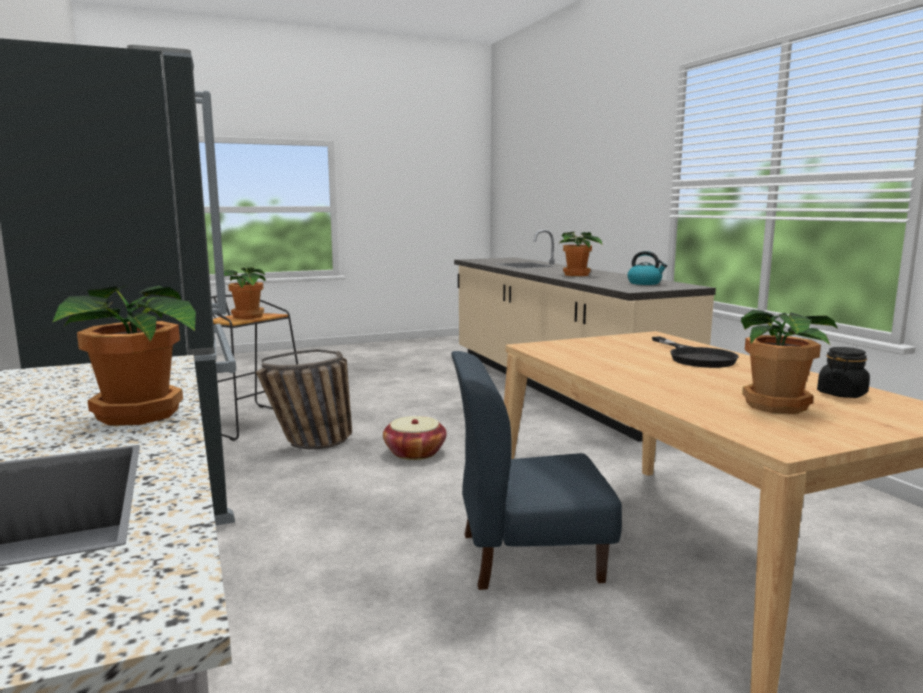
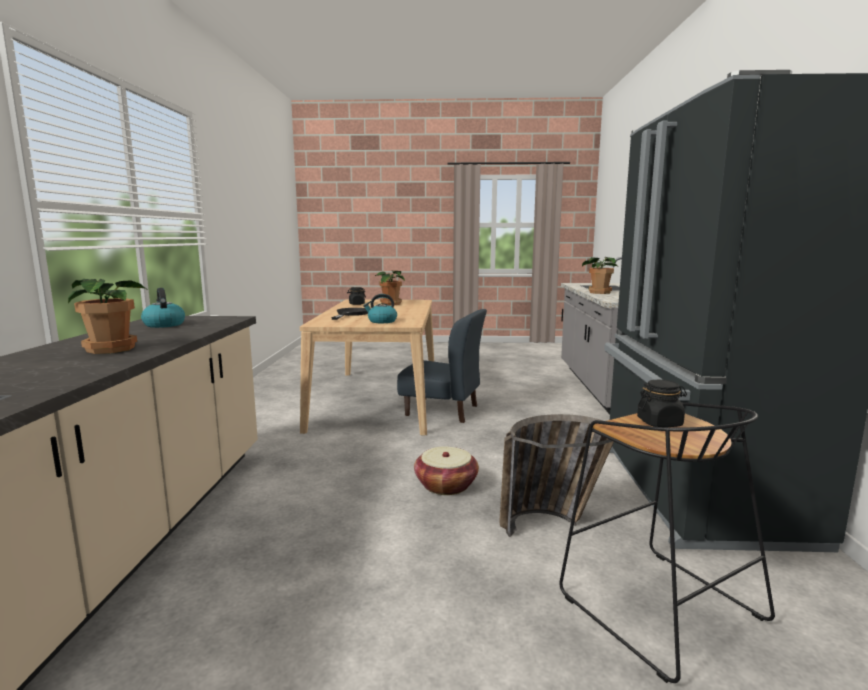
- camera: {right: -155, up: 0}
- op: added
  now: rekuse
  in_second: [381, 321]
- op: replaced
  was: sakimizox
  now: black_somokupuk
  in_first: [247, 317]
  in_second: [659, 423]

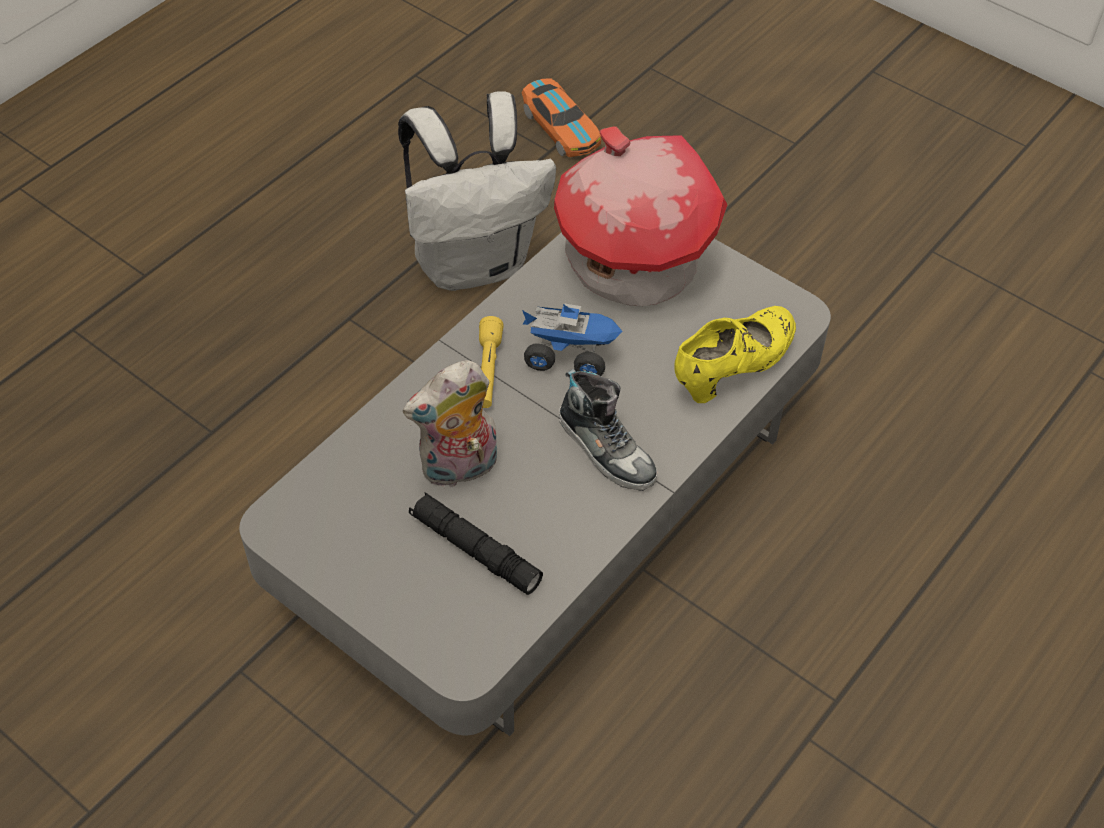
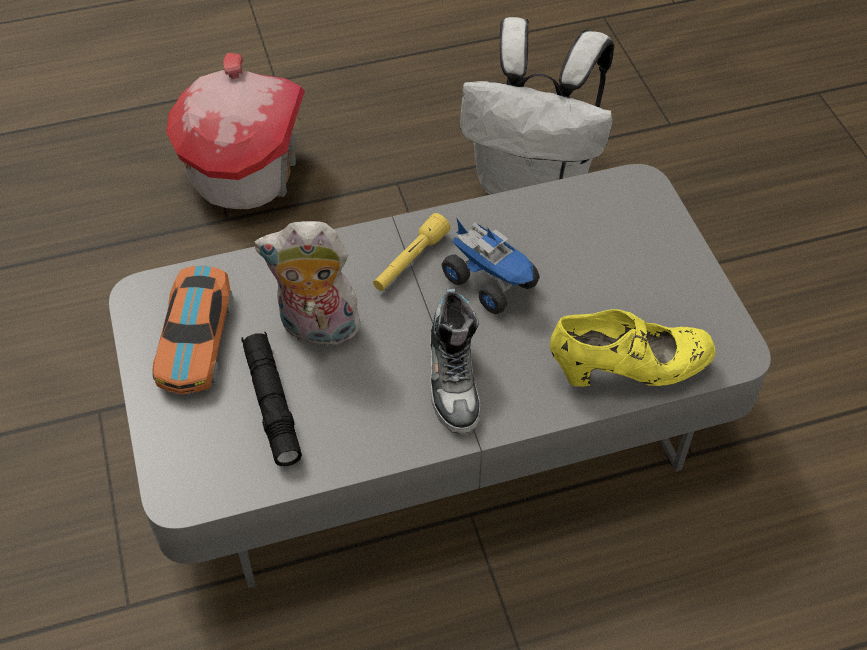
- camera: {right: 35, up: 0}
- op: moved
  was: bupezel
  in_first: [561, 127]
  in_second: [195, 339]
- op: moved
  was: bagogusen
  in_first: [632, 262]
  in_second: [245, 173]

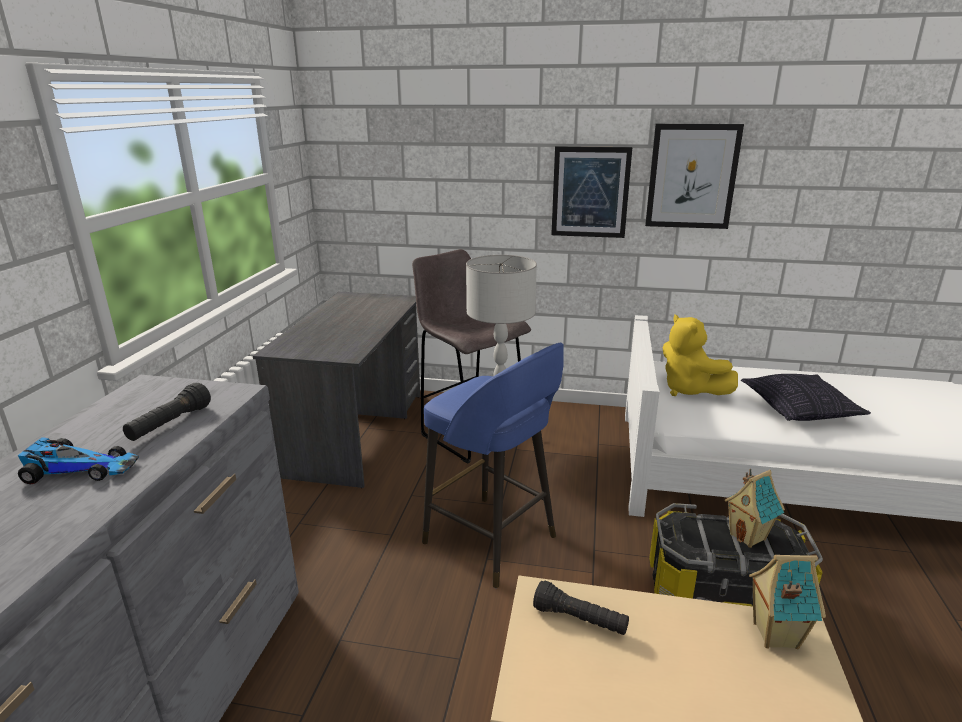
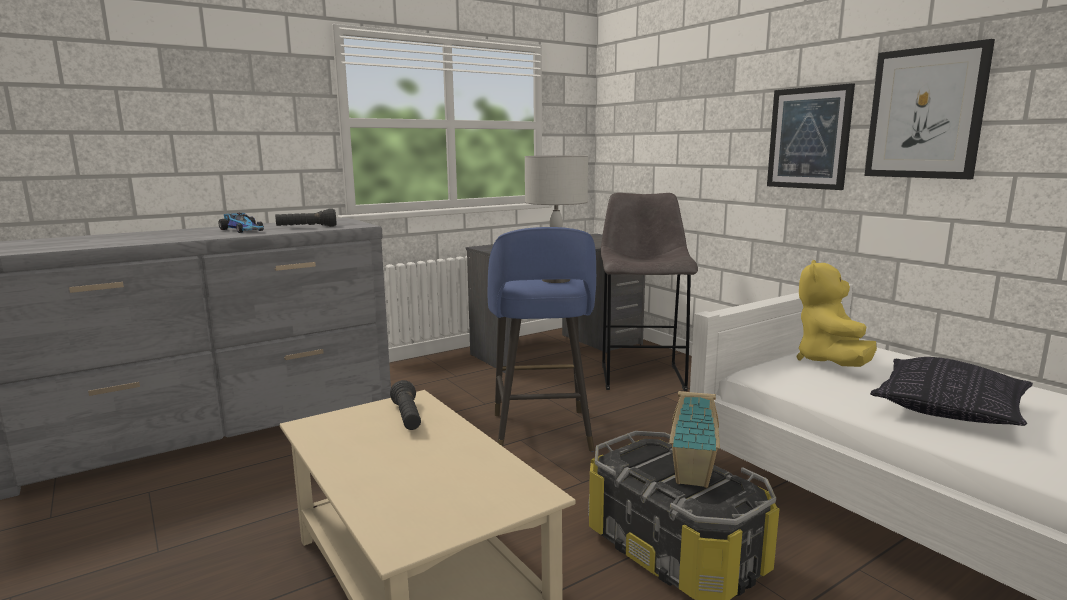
- camera: {right: 45, up: -10}
- op: removed
  was: bagogusen
  in_first: [774, 635]

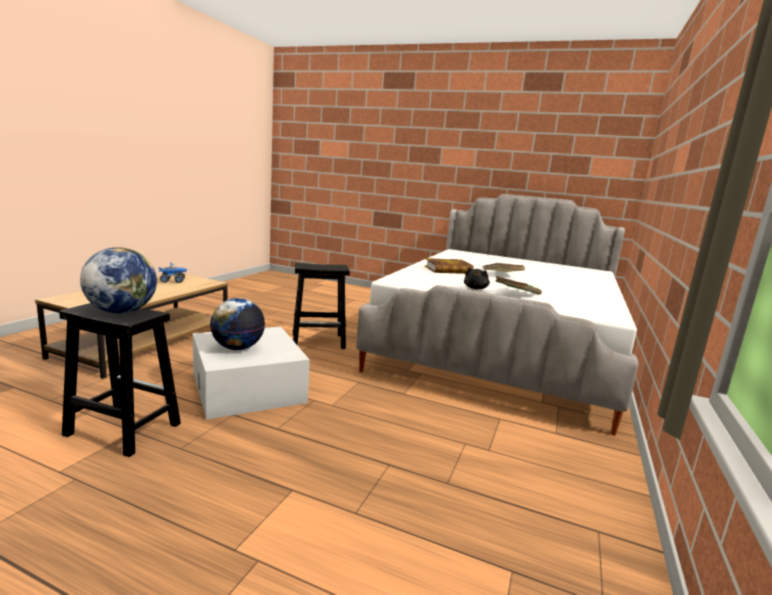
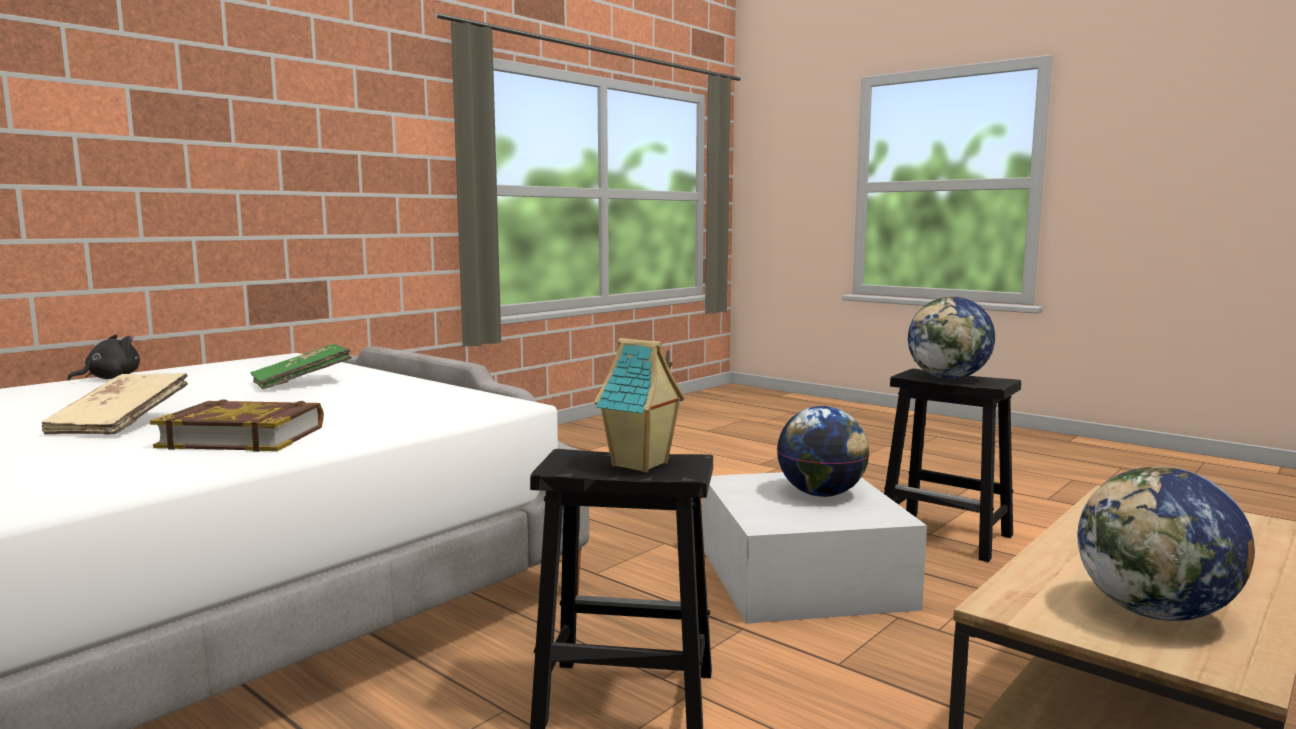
- camera: {right: -160, up: -5}
- op: added
  now: bagogusen
  in_second: [641, 465]
- op: moved
  was: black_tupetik
  in_first: [475, 288]
  in_second: [110, 378]
- op: replaced
  was: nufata
  now: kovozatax
  in_first: [173, 281]
  in_second: [1155, 613]

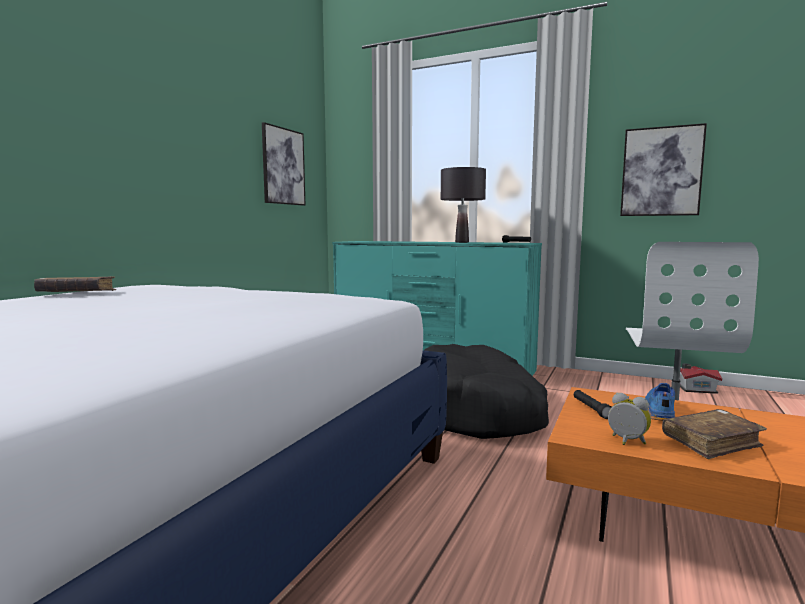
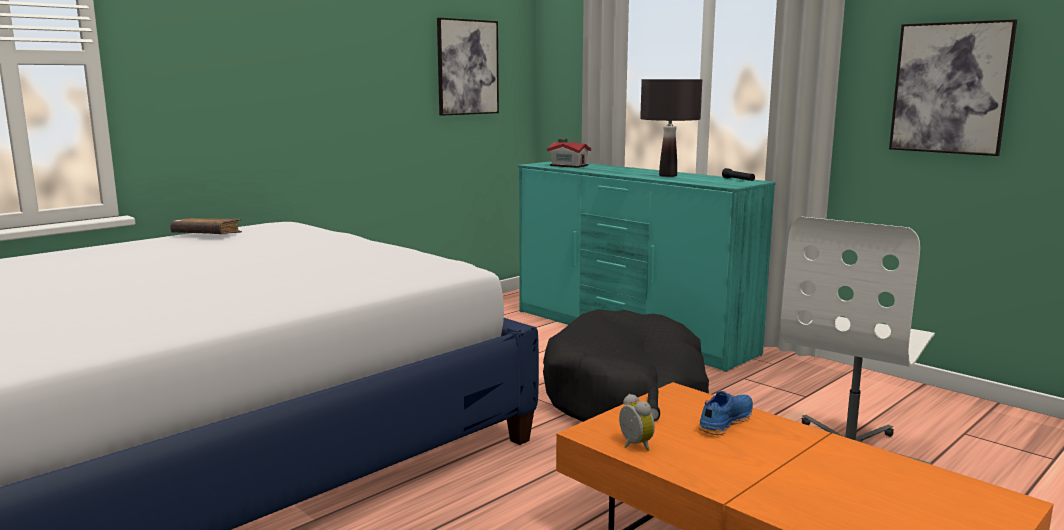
- camera: {right: 20, up: 5}
- op: removed
  was: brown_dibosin
  in_first: [711, 442]
- op: moved
  was: bagogusen
  in_first: [695, 389]
  in_second: [568, 165]

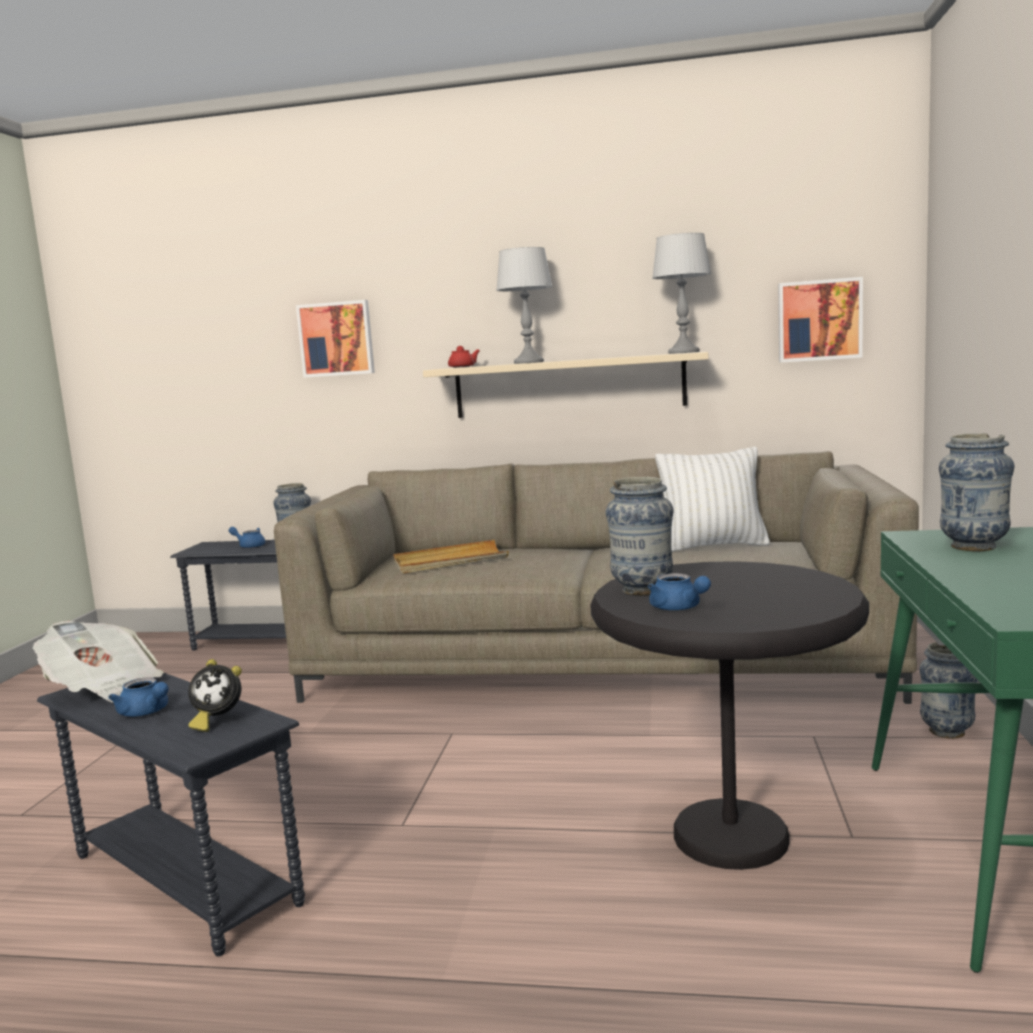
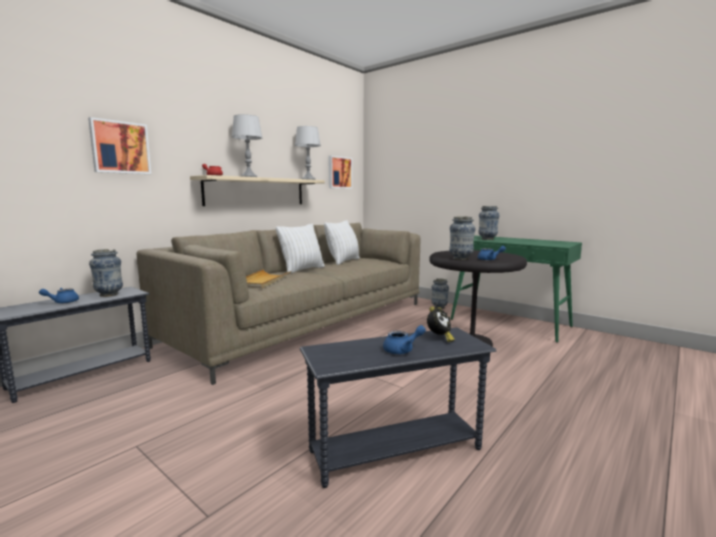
- camera: {right: -60, up: 0}
- op: removed
  was: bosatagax
  in_first: [104, 689]
- op: added
  now: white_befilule
  in_second: [302, 270]

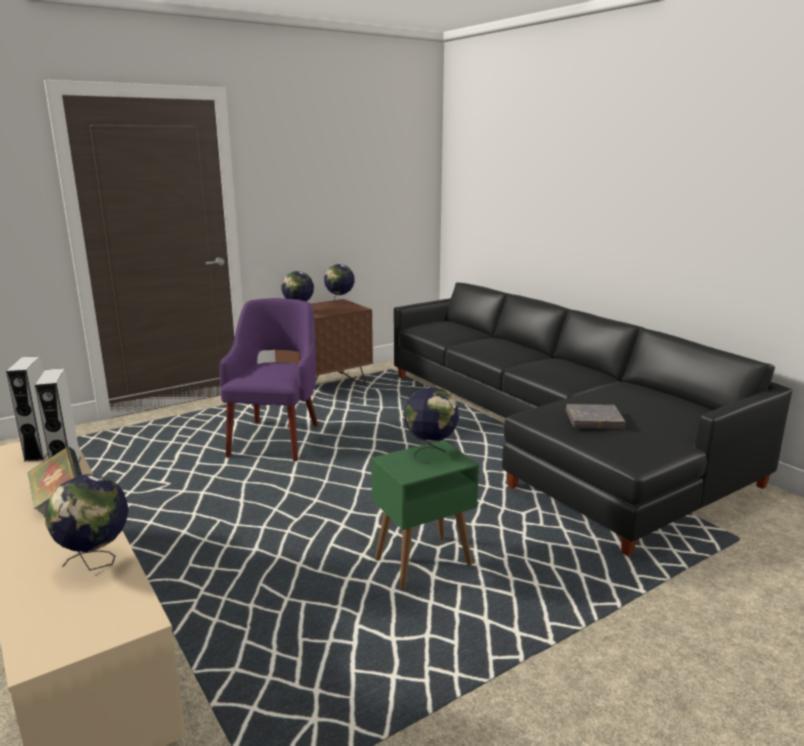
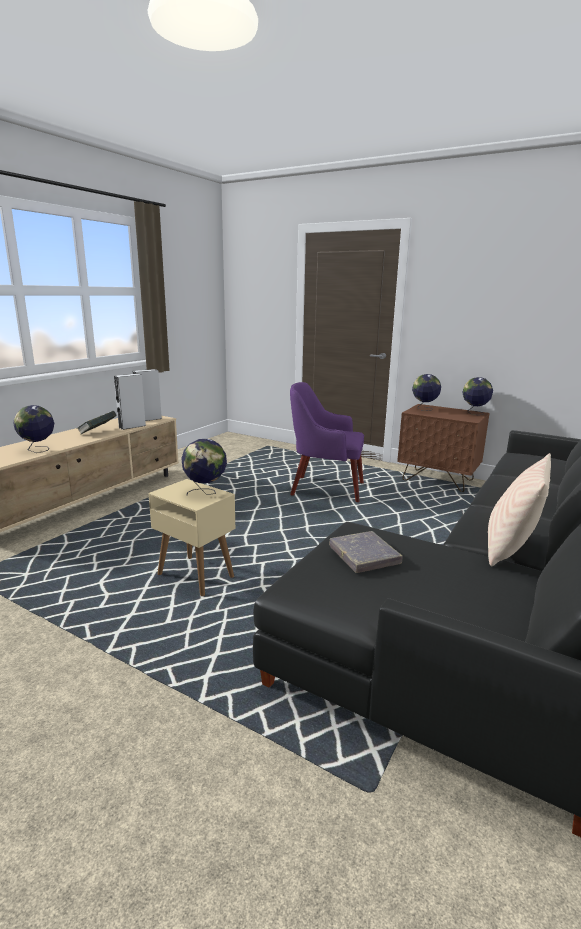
- camera: {right: 65, up: 0}
- op: added
  now: beige_befilule
  in_second: [510, 549]
- op: recoloured
  was: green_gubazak
  now: beige_gubazak
  in_first: [422, 562]
  in_second: [195, 575]
- op: turned
  was: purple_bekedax
  in_first: [276, 439]
  in_second: [325, 489]
  clockwise: -150

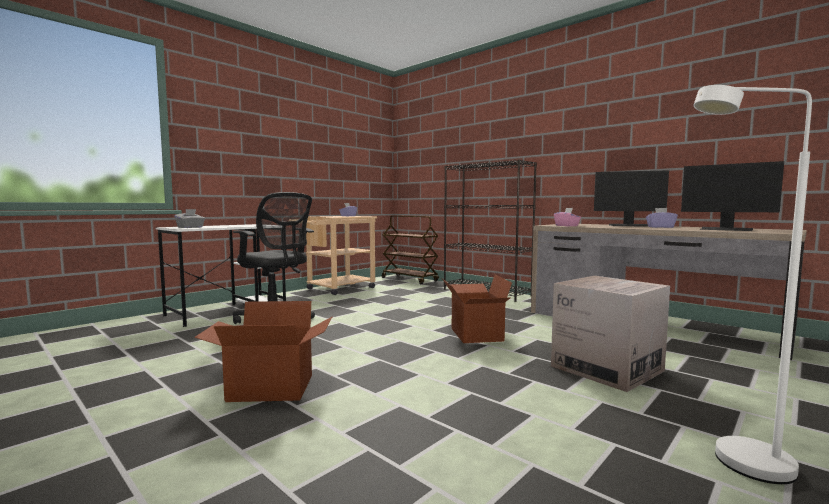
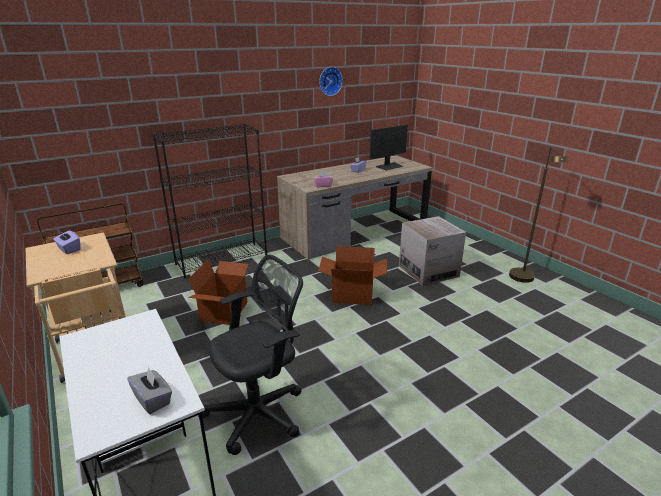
- camera: {right: -75, up: 20}
- op: removed
  was: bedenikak
  in_first: [629, 225]
- op: added
  now: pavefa
  in_second: [329, 81]
- op: moved
  was: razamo
  in_first: [270, 389]
  in_second: [225, 311]
- op: recoloured
  was: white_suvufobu
  now: brown_suvufobu
  in_first: [738, 466]
  in_second: [523, 280]

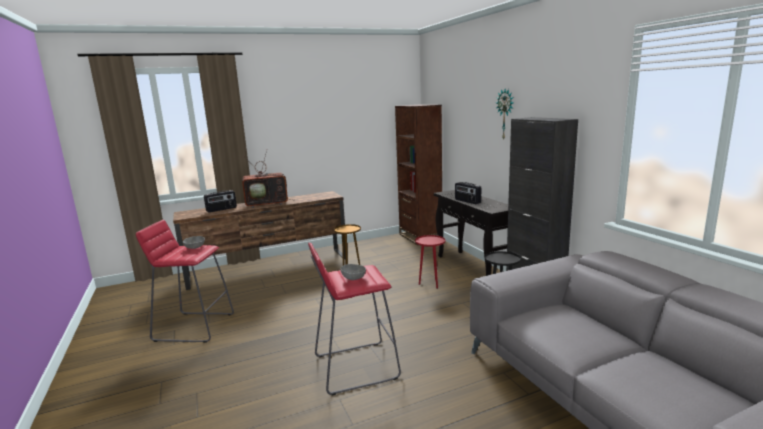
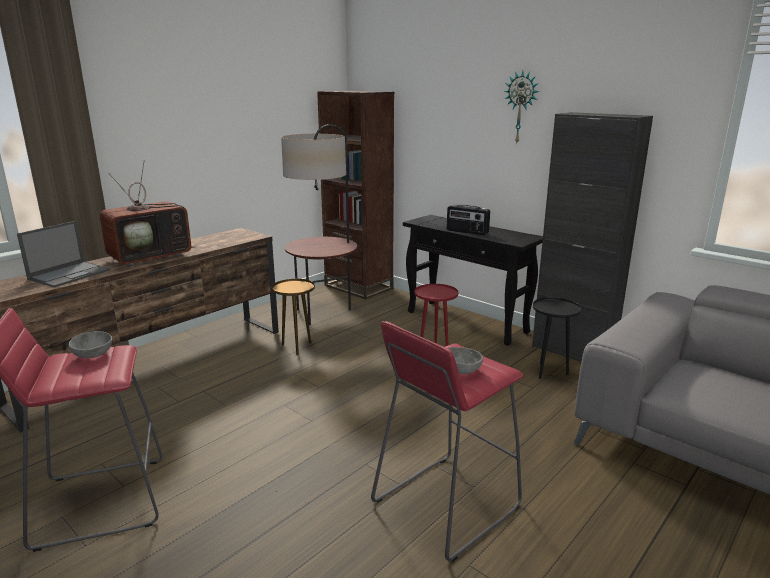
- camera: {right: -25, up: 5}
- op: added
  now: suvufobu
  in_second: [324, 314]
- op: replaced
  was: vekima
  now: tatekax
  in_first: [221, 209]
  in_second: [70, 274]

